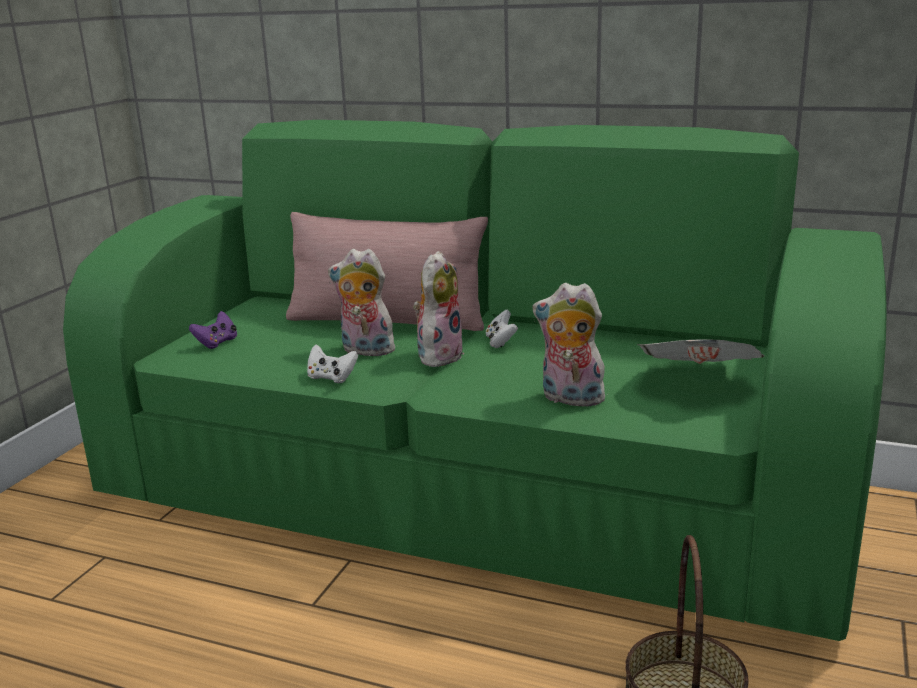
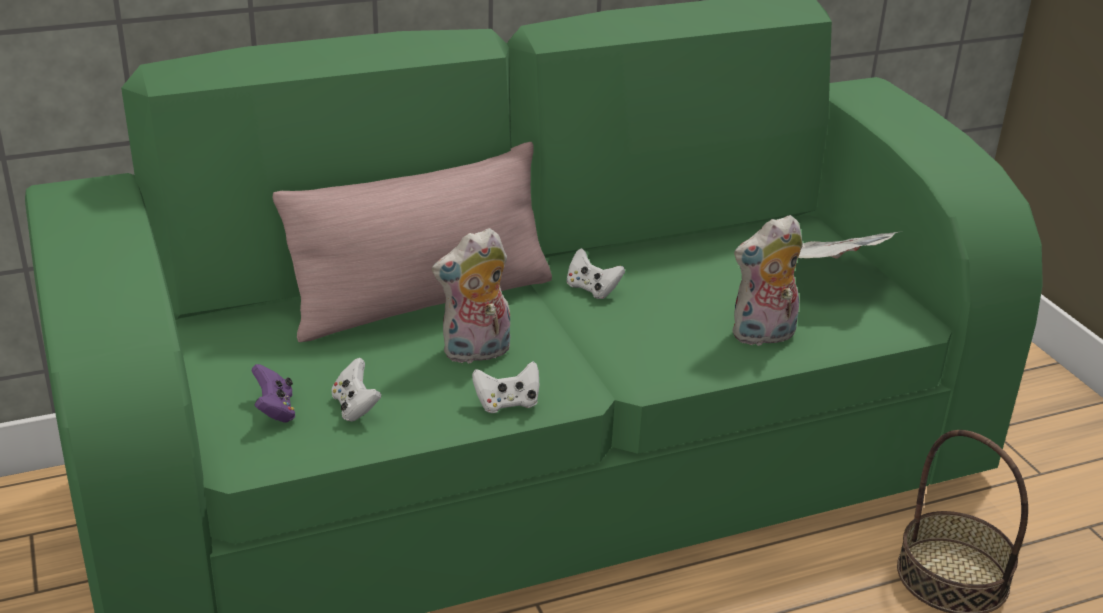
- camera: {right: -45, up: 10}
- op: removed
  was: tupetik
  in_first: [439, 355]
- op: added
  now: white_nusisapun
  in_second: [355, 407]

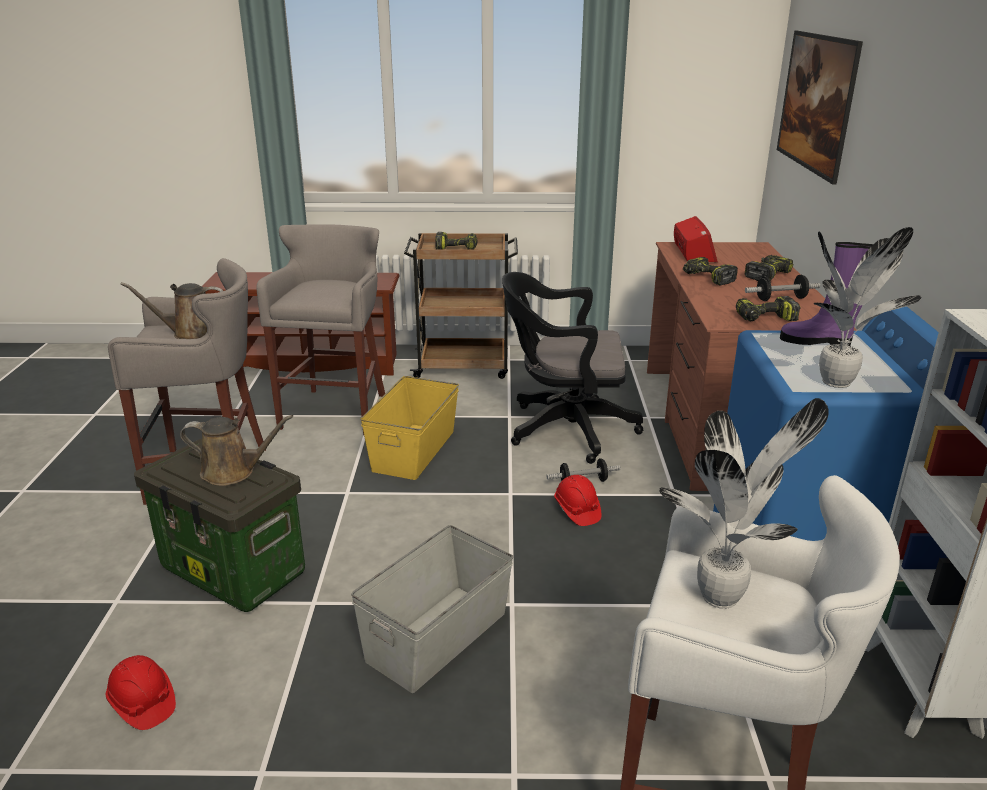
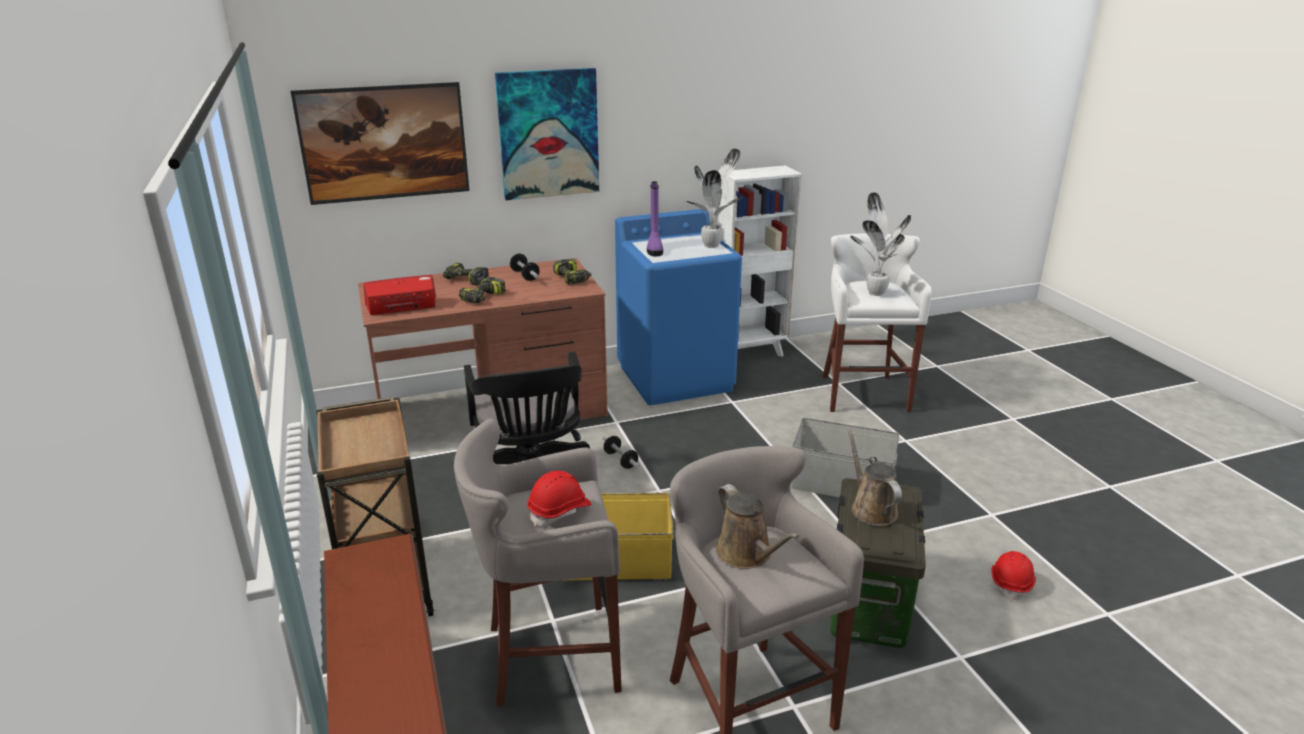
- camera: {right: -110, up: 0}
- op: removed
  was: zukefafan
  in_first: [457, 248]
- op: added
  now: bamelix
  in_second: [548, 134]
- op: moved
  was: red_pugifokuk
  in_first: [577, 510]
  in_second: [560, 511]

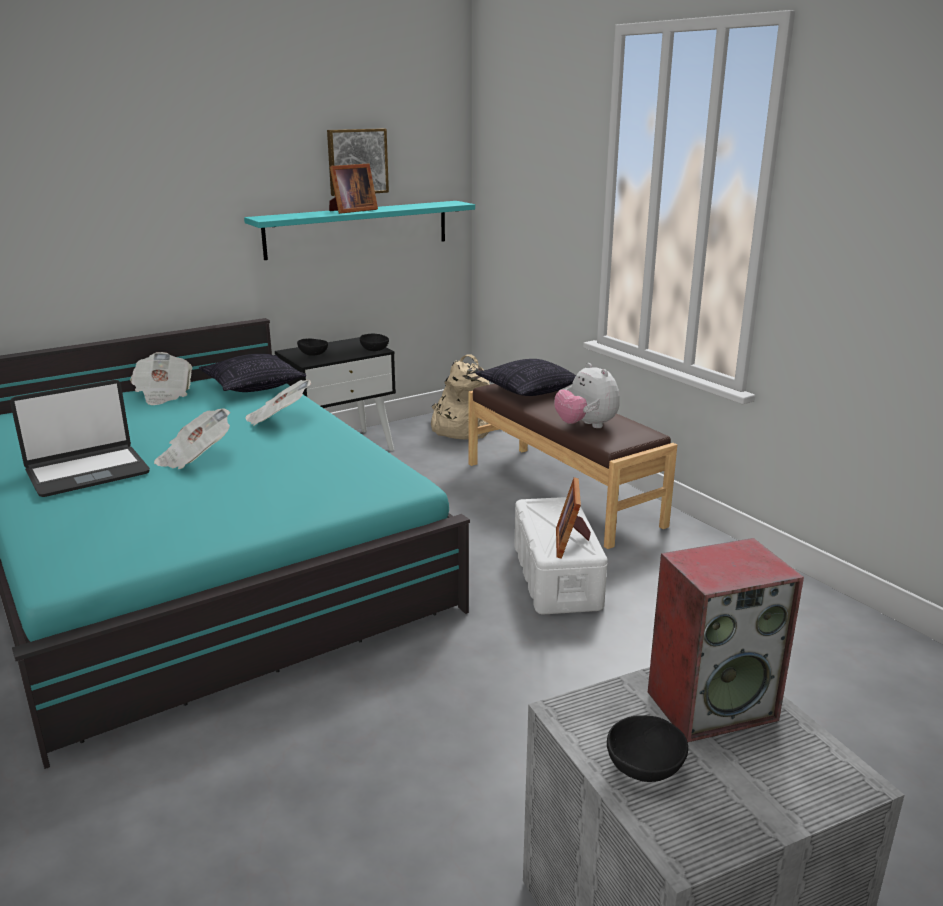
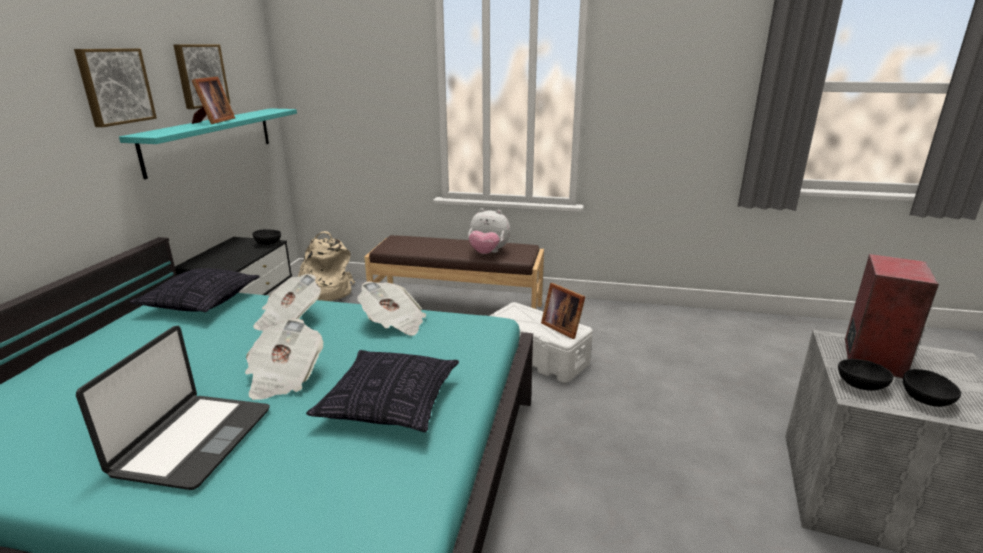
- camera: {right: -45, up: 0}
- op: added
  now: bamelix
  in_second: [115, 86]
- op: moved
  was: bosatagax
  in_first: [163, 394]
  in_second: [394, 323]
- op: moved
  was: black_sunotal
  in_first: [313, 354]
  in_second: [859, 385]
- op: moved
  was: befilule
  in_first: [529, 390]
  in_second: [390, 404]

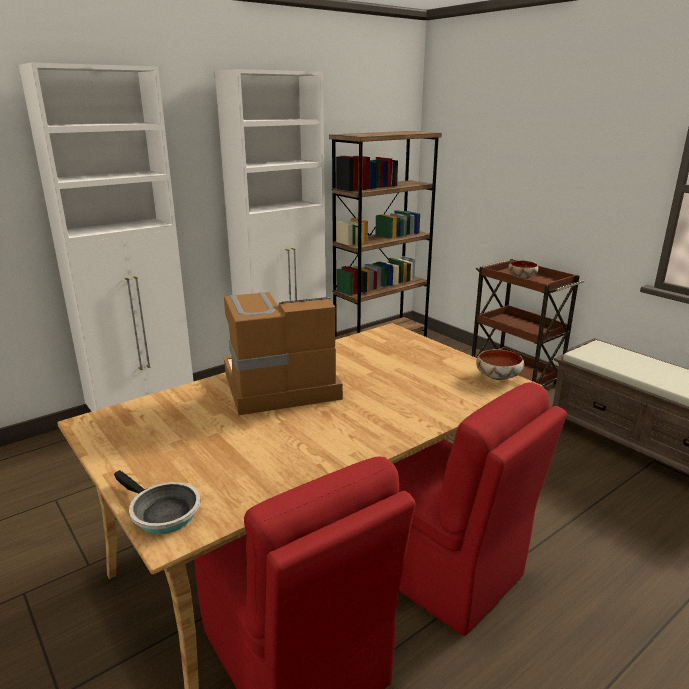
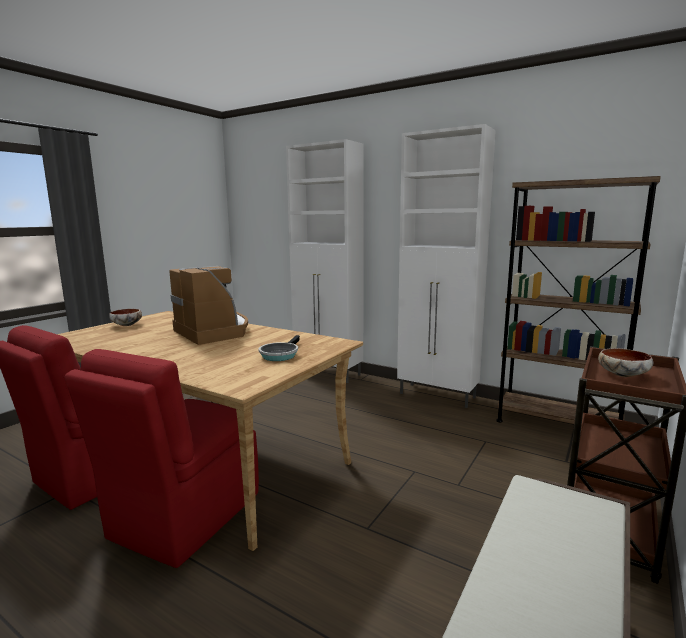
- camera: {right: 70, up: -10}
- op: moved
  was: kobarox
  in_first: [161, 513]
  in_second: [280, 355]
- op: moved
  was: sunotal
  in_first: [499, 377]
  in_second: [127, 325]

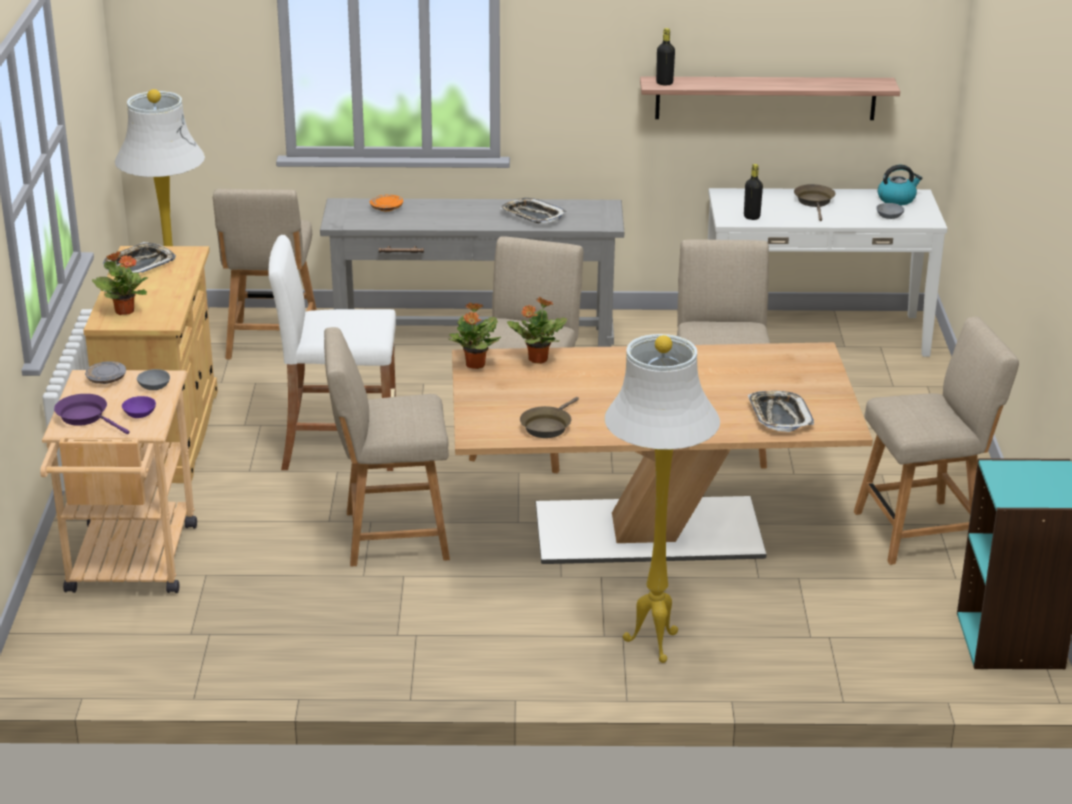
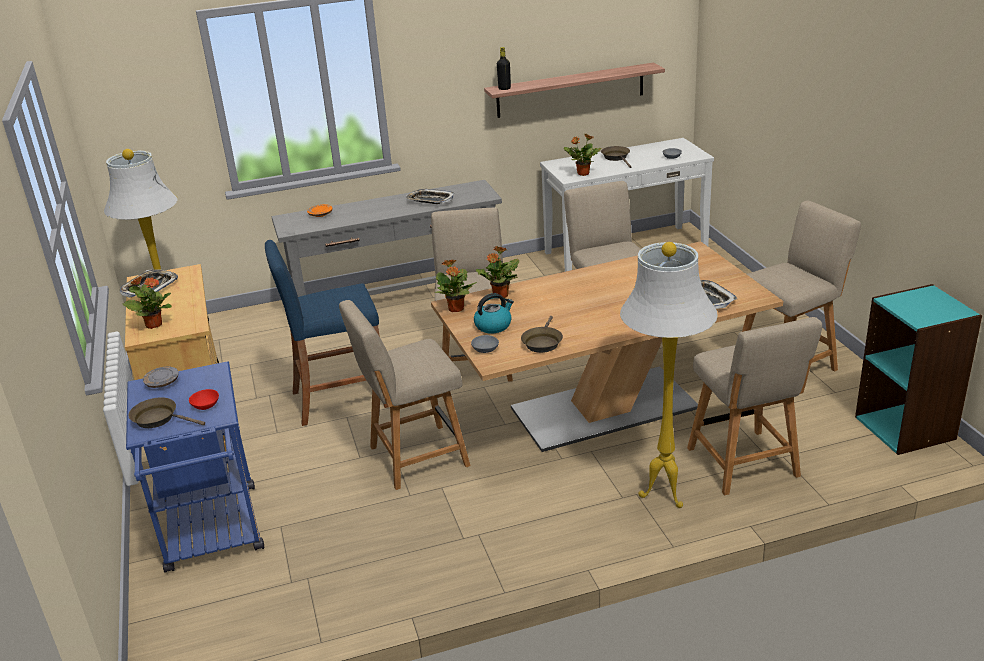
- camera: {right: -15, up: 0}
- op: moved
  was: grey_sunotal
  in_first: [155, 386]
  in_second: [486, 349]
- op: moved
  was: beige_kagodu
  in_first: [272, 343]
  in_second: [745, 465]
- op: moved
  was: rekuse
  in_first: [897, 199]
  in_second: [493, 325]
- op: replaced
  was: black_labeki
  now: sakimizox
  in_first: [751, 217]
  in_second: [582, 173]
- op: recoloured
  was: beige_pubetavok
  now: blue_pubetavok
  in_first: [130, 566]
  in_second: [213, 535]
- op: recoloured
  was: purple_kobarox
  now: brown_kobarox
  in_first: [86, 417]
  in_second: [159, 419]
- op: recoloured
  was: purple_sunotal
  now: red_sunotal
  in_first: [140, 414]
  in_second: [206, 405]
- op: recoloured
  was: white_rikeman
  now: blue_rikeman
  in_first: [340, 448]
  in_second: [340, 399]

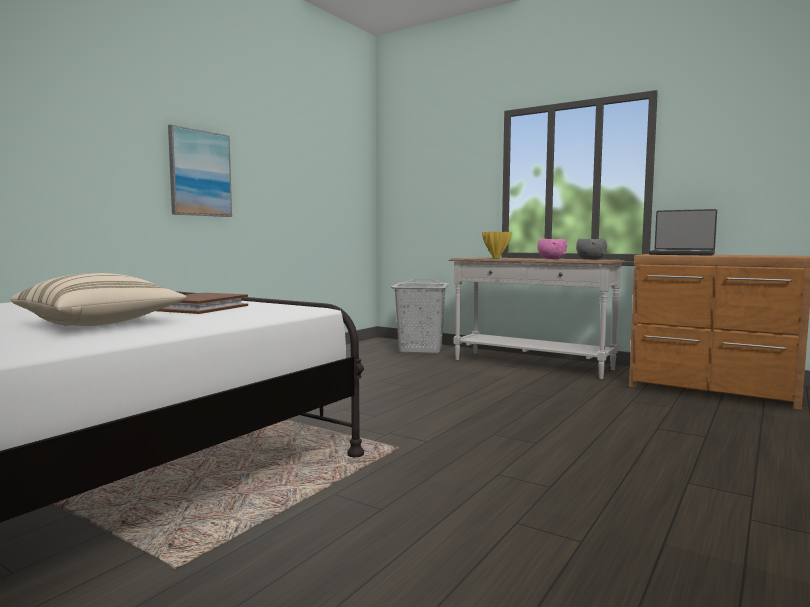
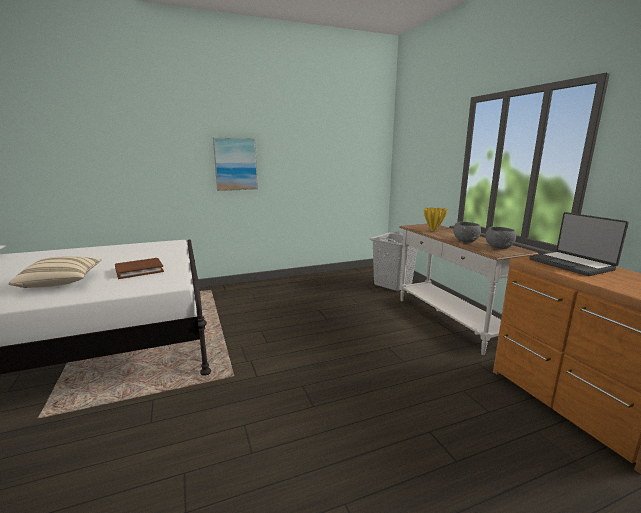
- camera: {right: 35, up: 10}
- op: recoloured
  was: pink_sunotal
  now: grey_sunotal
  in_first: [551, 259]
  in_second: [466, 241]

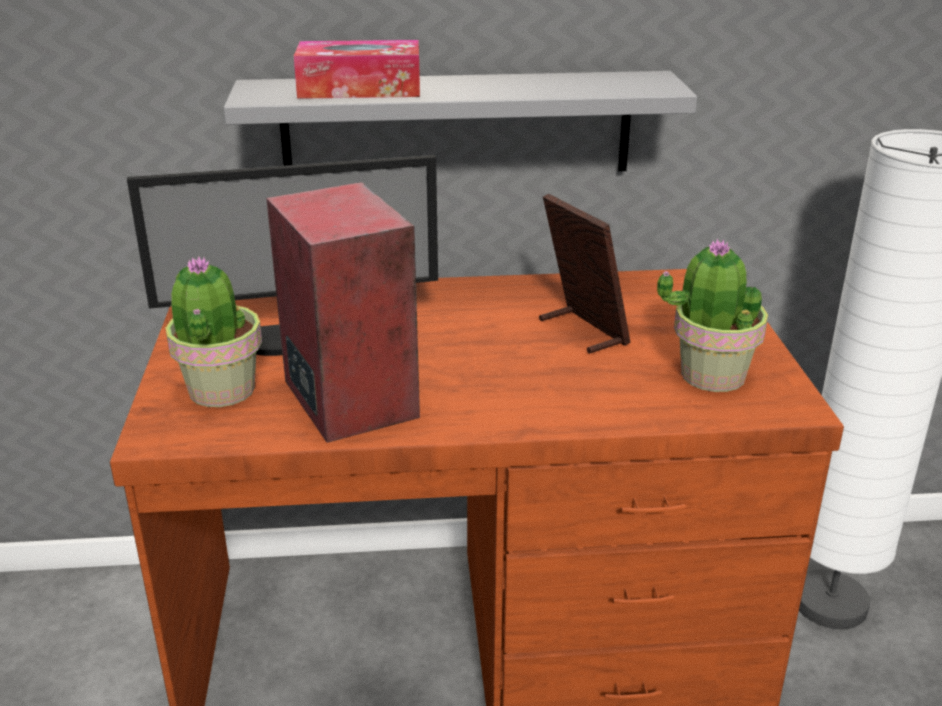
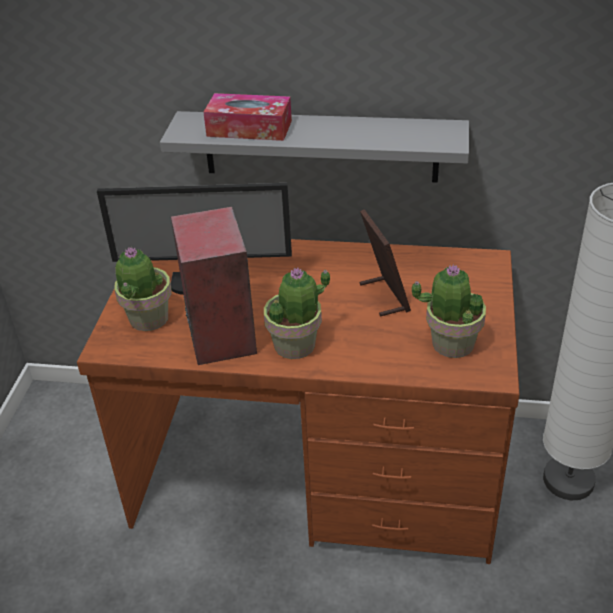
- camera: {right: 15, up: 10}
- op: added
  now: sakimizox
  in_second: [295, 345]

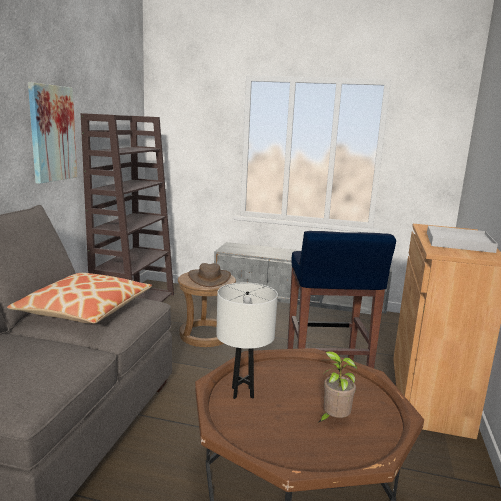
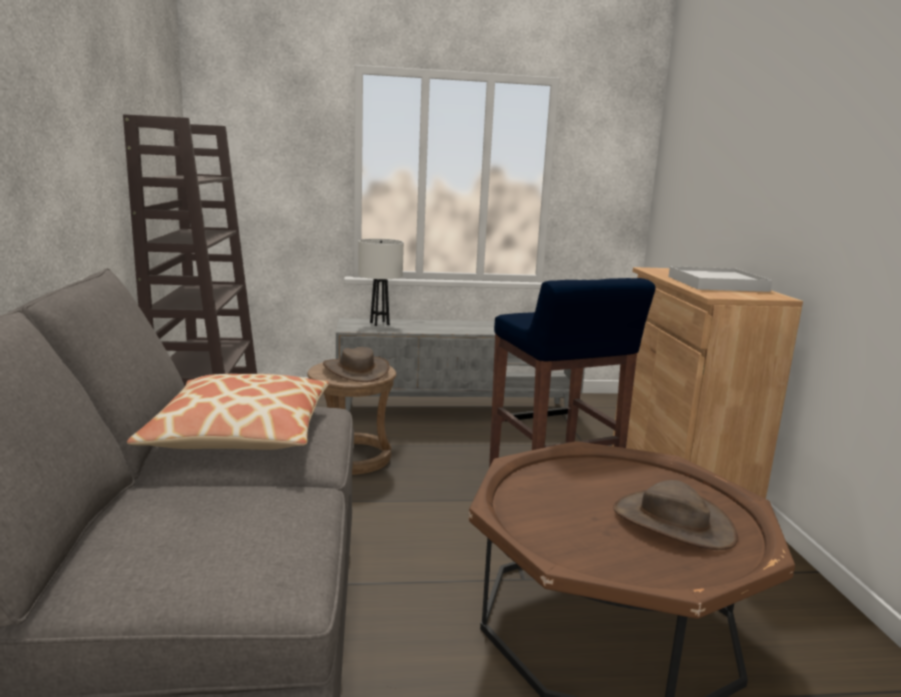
- camera: {right: -20, up: 0}
- op: removed
  was: bamelix
  in_first: [52, 133]
- op: moved
  was: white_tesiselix
  in_first: [243, 392]
  in_second: [380, 323]
- op: replaced
  was: sakimizox
  now: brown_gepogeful
  in_first: [333, 420]
  in_second: [672, 522]

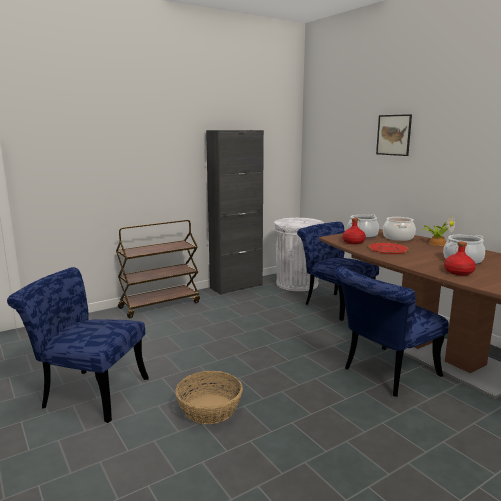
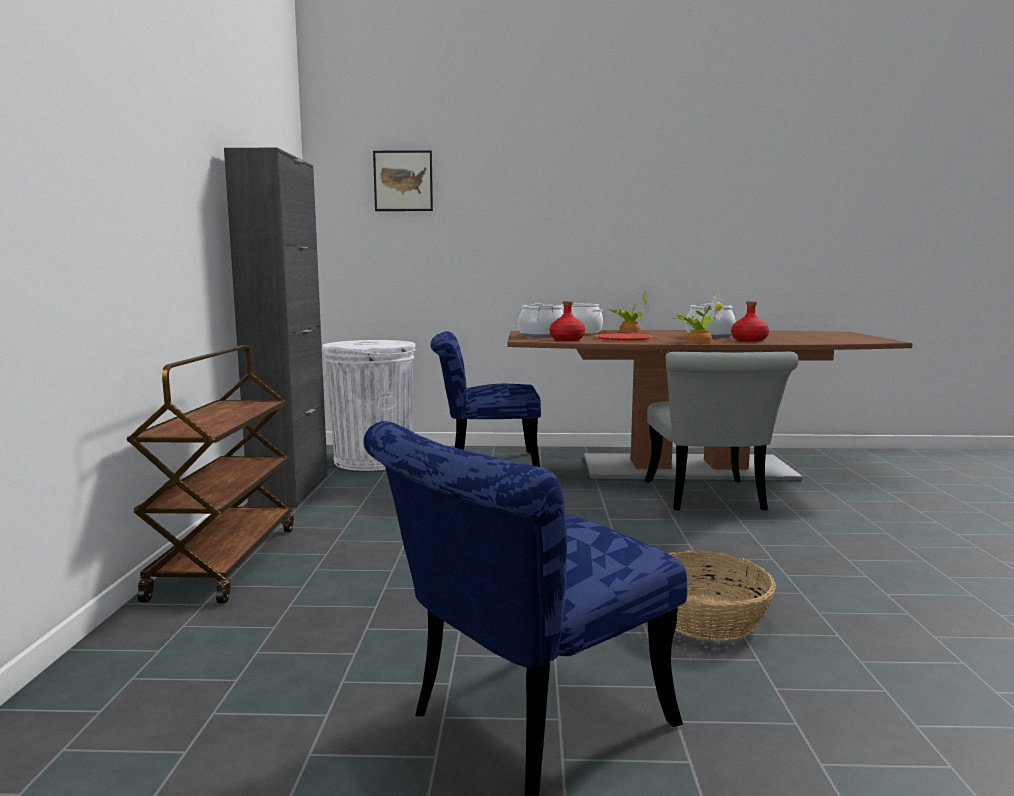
- camera: {right: -55, up: -5}
- op: added
  now: sakimizox
  in_second: [698, 341]
- op: moved
  was: bamelix
  in_first: [393, 135]
  in_second: [403, 181]
- op: recoloured
  was: blue_kagodu
  now: grey_kagodu
  in_first: [384, 374]
  in_second: [708, 499]

